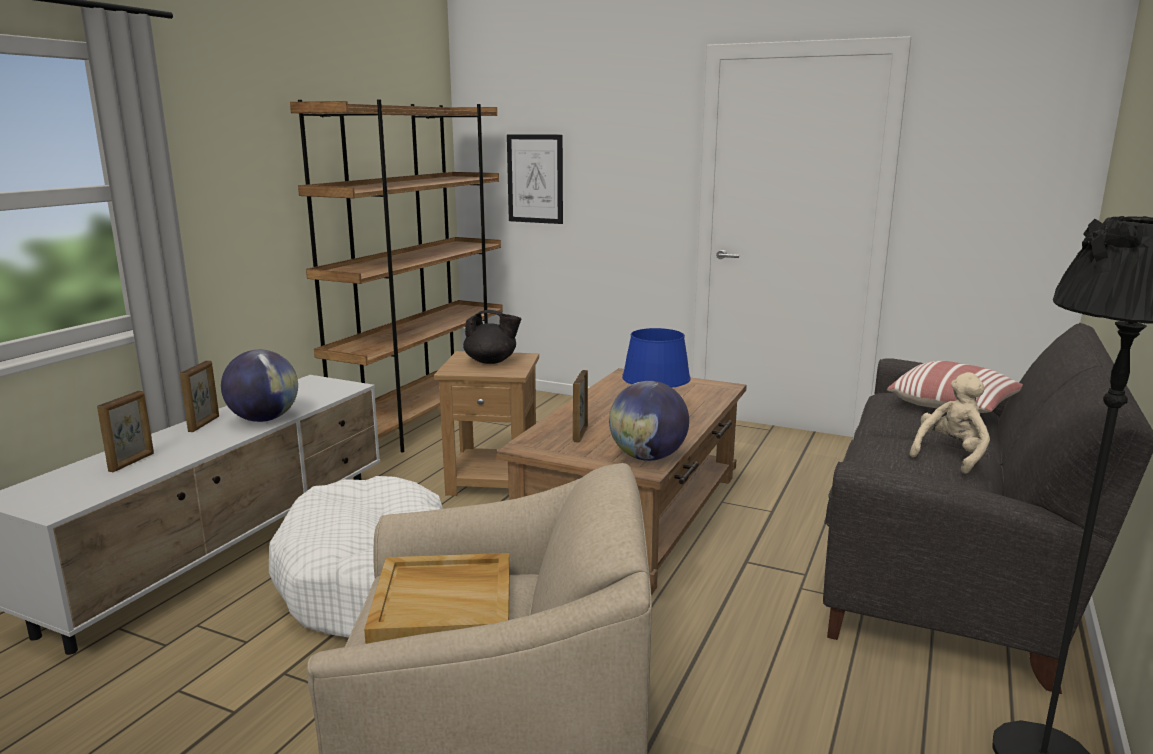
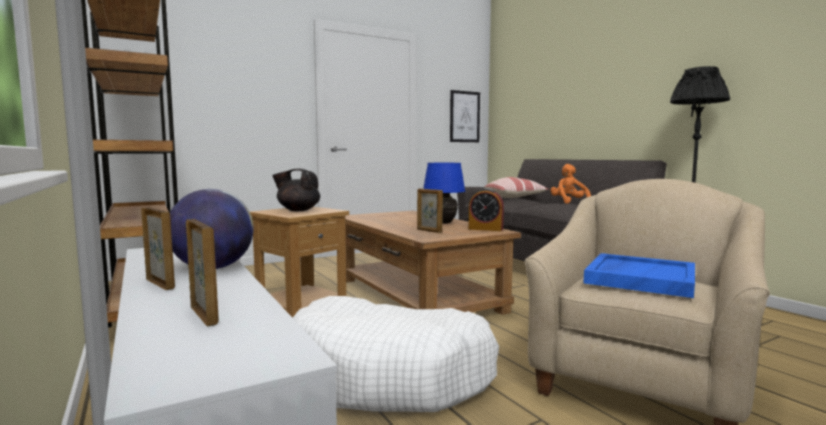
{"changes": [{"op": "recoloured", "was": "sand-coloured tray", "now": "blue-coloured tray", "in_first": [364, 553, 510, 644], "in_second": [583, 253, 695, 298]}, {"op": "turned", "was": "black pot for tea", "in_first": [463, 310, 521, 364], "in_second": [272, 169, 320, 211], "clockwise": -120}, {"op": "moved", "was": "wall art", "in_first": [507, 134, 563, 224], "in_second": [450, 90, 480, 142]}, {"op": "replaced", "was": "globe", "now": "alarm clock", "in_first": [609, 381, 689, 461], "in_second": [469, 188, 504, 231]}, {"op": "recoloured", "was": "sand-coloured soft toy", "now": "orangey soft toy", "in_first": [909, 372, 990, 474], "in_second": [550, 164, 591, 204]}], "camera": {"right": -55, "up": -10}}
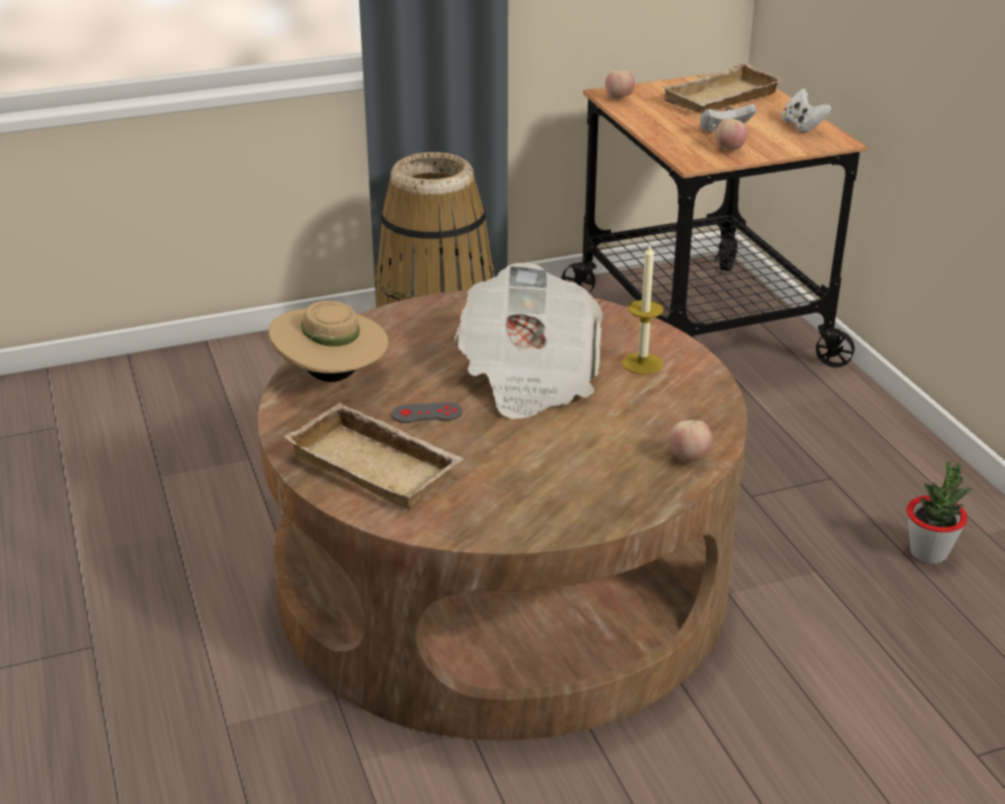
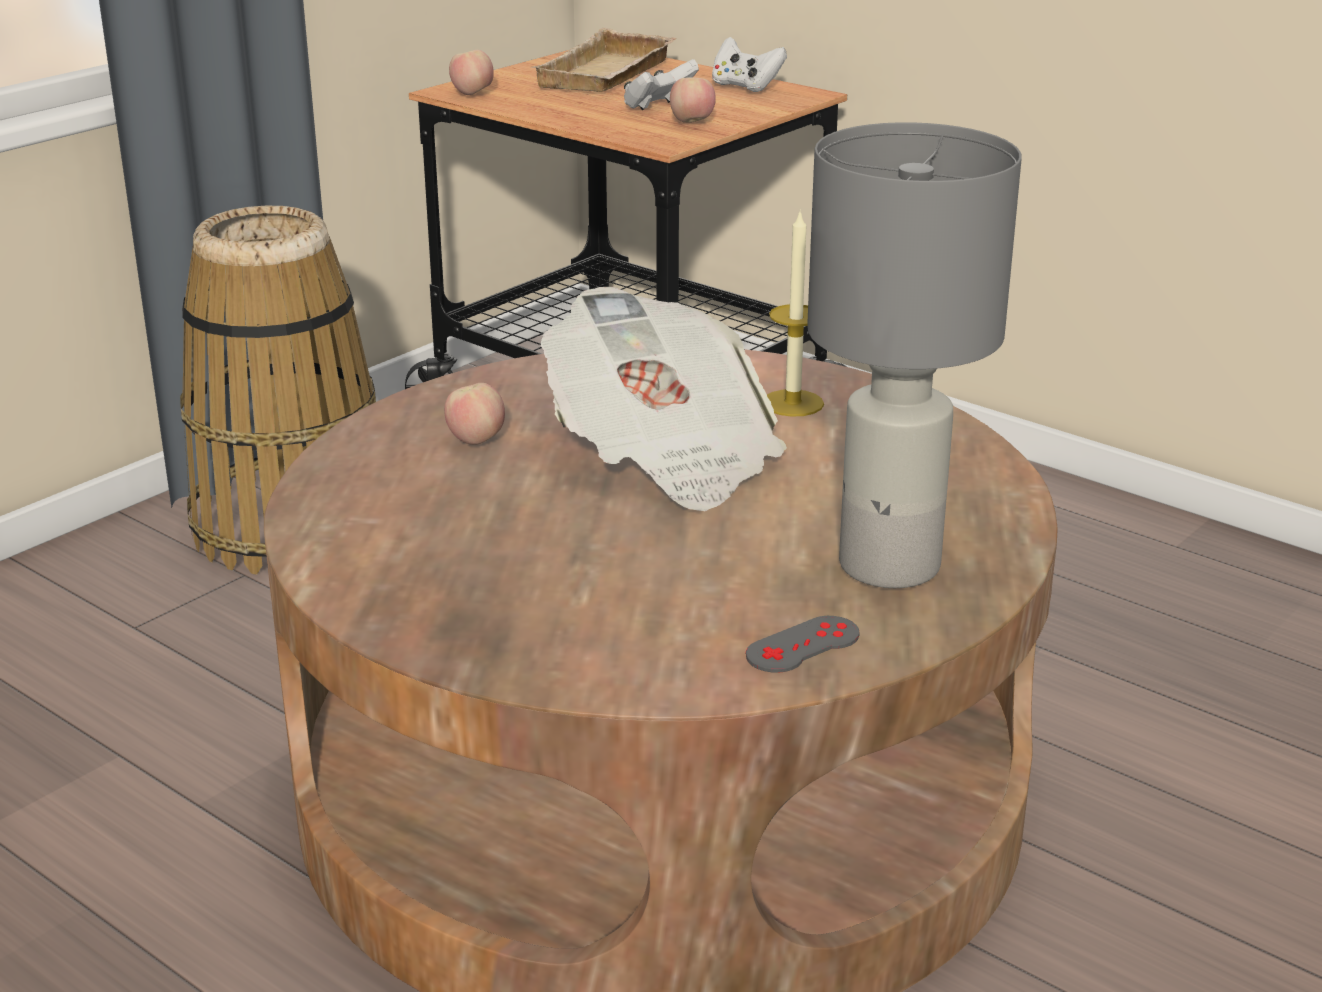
{"changes": [{"op": "removed", "was": "sand-coloured wearable hat", "in_first": [269, 301, 389, 382]}, {"op": "removed", "was": "sand-coloured tray", "in_first": [284, 403, 464, 510]}, {"op": "moved", "was": "gray game controller", "in_first": [392, 402, 462, 423], "in_second": [746, 616, 860, 673]}, {"op": "moved", "was": "whole apple", "in_first": [669, 420, 712, 462], "in_second": [444, 383, 505, 445]}, {"op": "removed", "was": "plant in a pot", "in_first": [907, 462, 972, 564]}, {"op": "added", "now": "gray lamp for a table", "in_second": [807, 122, 1022, 588]}], "camera": {"right": -30, "up": -5}}
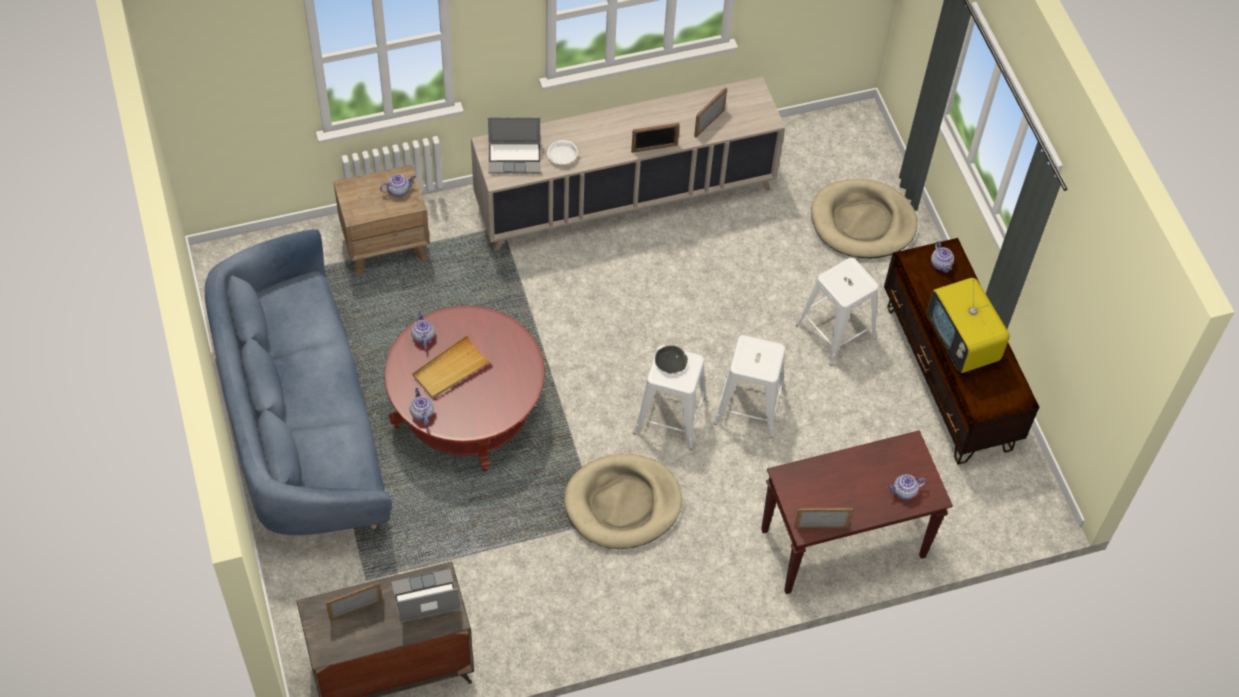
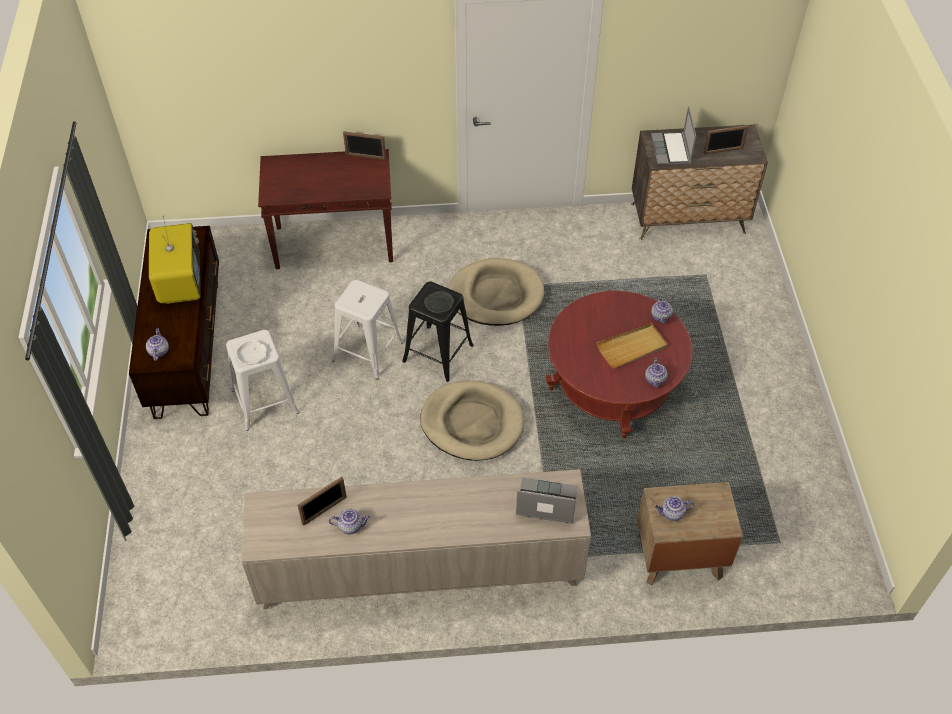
{"changes": [{"op": "removed", "was": "blue-coloured settee", "in_first": [205, 229, 392, 535]}, {"op": "turned", "was": "portable computer", "in_first": [391, 569, 460, 623], "in_second": [651, 106, 696, 165], "clockwise": 90}, {"op": "moved", "was": "white-coloured deep dish", "in_first": [546, 140, 578, 165], "in_second": [236, 340, 267, 365]}, {"op": "removed", "was": "standing frame", "in_first": [631, 123, 680, 153]}, {"op": "recoloured", "was": "white-coloured stool", "now": "black stool", "in_first": [633, 345, 708, 449], "in_second": [402, 282, 474, 382]}, {"op": "moved", "was": "sand-coloured pet bed", "in_first": [811, 179, 917, 259], "in_second": [420, 380, 524, 461]}, {"op": "moved", "was": "pot for tea", "in_first": [888, 474, 926, 500], "in_second": [329, 509, 370, 534]}], "camera": {"right": -165, "up": -5}}
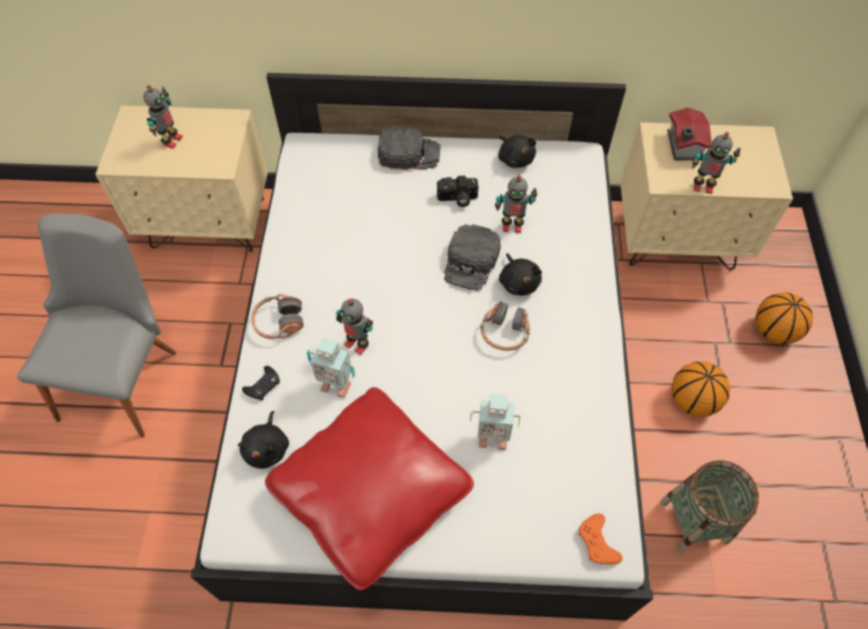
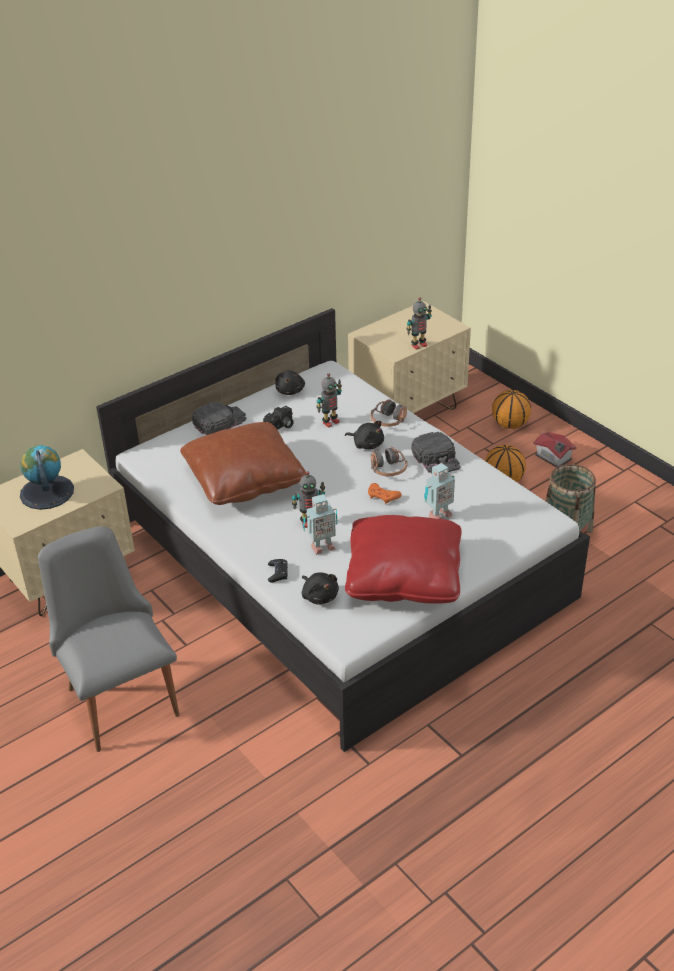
{"changes": [{"op": "replaced", "was": "toy robot", "now": "globe", "in_first": [143, 85, 183, 149], "in_second": [20, 445, 74, 510]}, {"op": "moved", "was": "pair of headphones", "in_first": [251, 294, 304, 339], "in_second": [370, 399, 407, 427]}, {"op": "moved", "was": "black cap", "in_first": [444, 224, 501, 291], "in_second": [412, 432, 460, 474]}, {"op": "turned", "was": "black soft toy", "in_first": [498, 135, 536, 168], "in_second": [275, 370, 305, 395], "clockwise": 75}, {"op": "moved", "was": "orangey game controller", "in_first": [579, 513, 623, 564], "in_second": [368, 483, 402, 504]}, {"op": "moved", "was": "model house", "in_first": [667, 107, 712, 160], "in_second": [533, 432, 577, 468]}, {"op": "added", "now": "brown-coloured throw pillow", "in_second": [180, 422, 306, 505]}], "camera": {"right": -40, "up": -20}}
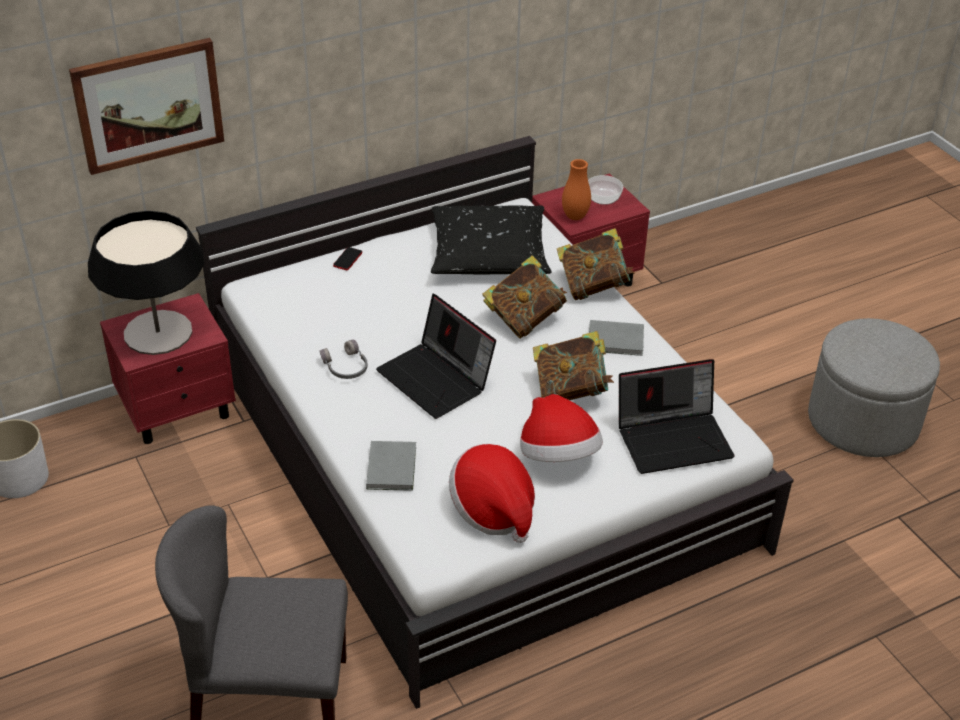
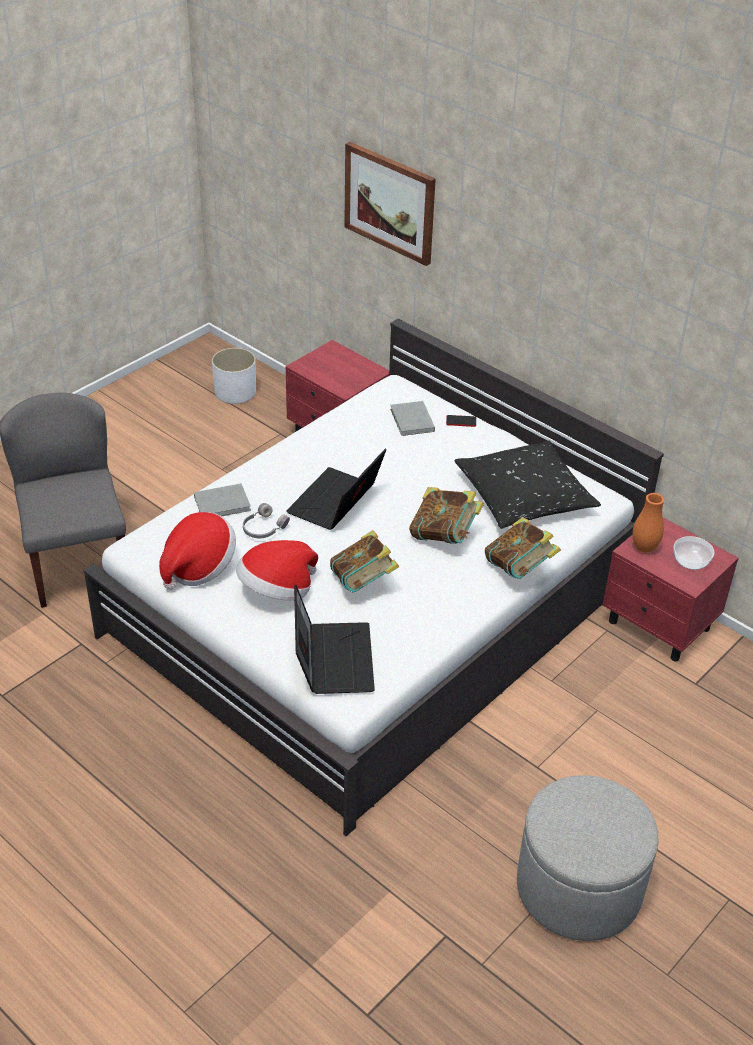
{"changes": [{"op": "removed", "was": "lamp for a table", "in_first": [88, 211, 204, 355]}, {"op": "moved", "was": "gray pair of headphones", "in_first": [319, 340, 367, 379], "in_second": [243, 503, 290, 538]}, {"op": "moved", "was": "gray bound book", "in_first": [589, 320, 644, 356], "in_second": [390, 401, 435, 436]}, {"op": "turned", "was": "portable computer", "in_first": [619, 359, 734, 474], "in_second": [294, 584, 375, 694], "clockwise": -150}], "camera": {"right": 70, "up": 0}}
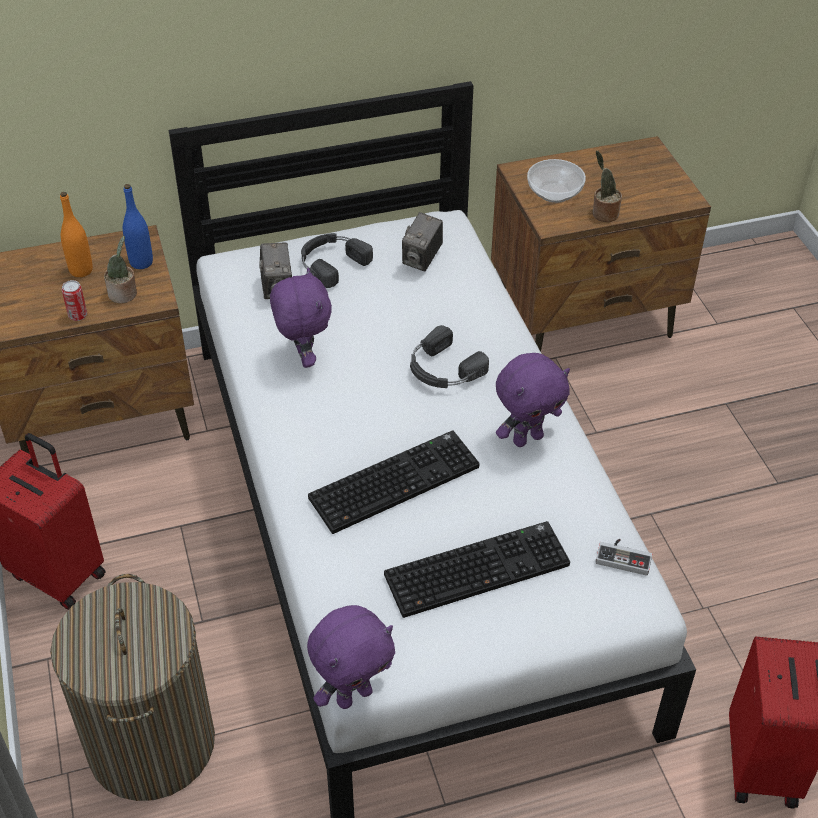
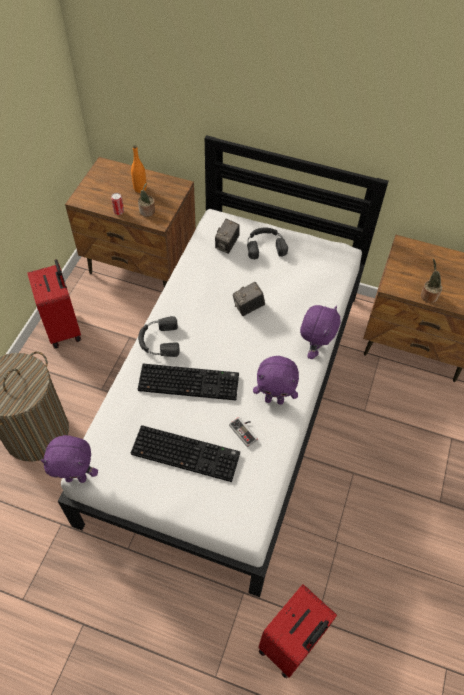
{"changes": [{"op": "removed", "was": "blue-coloured drink bottle", "in_first": [123, 184, 153, 269]}, {"op": "moved", "was": "purple soft toy", "in_first": [270, 268, 332, 368], "in_second": [300, 305, 340, 359]}, {"op": "moved", "was": "still camera", "in_first": [402, 212, 443, 271], "in_second": [233, 282, 265, 316]}, {"op": "moved", "was": "black pair of headphones", "in_first": [410, 325, 489, 388], "in_second": [138, 316, 180, 357]}, {"op": "removed", "was": "deep dish", "in_first": [527, 159, 586, 203]}, {"op": "moved", "was": "game controller", "in_first": [596, 539, 652, 576], "in_second": [229, 417, 258, 447]}], "camera": {"right": 35, "up": 10}}
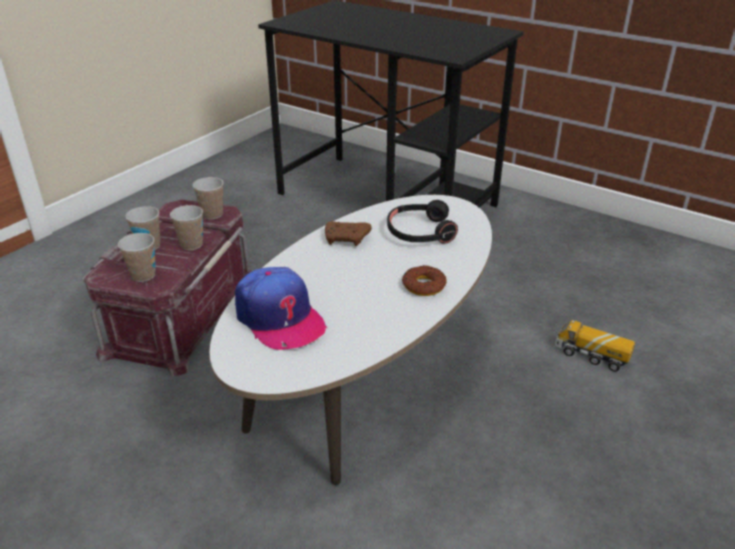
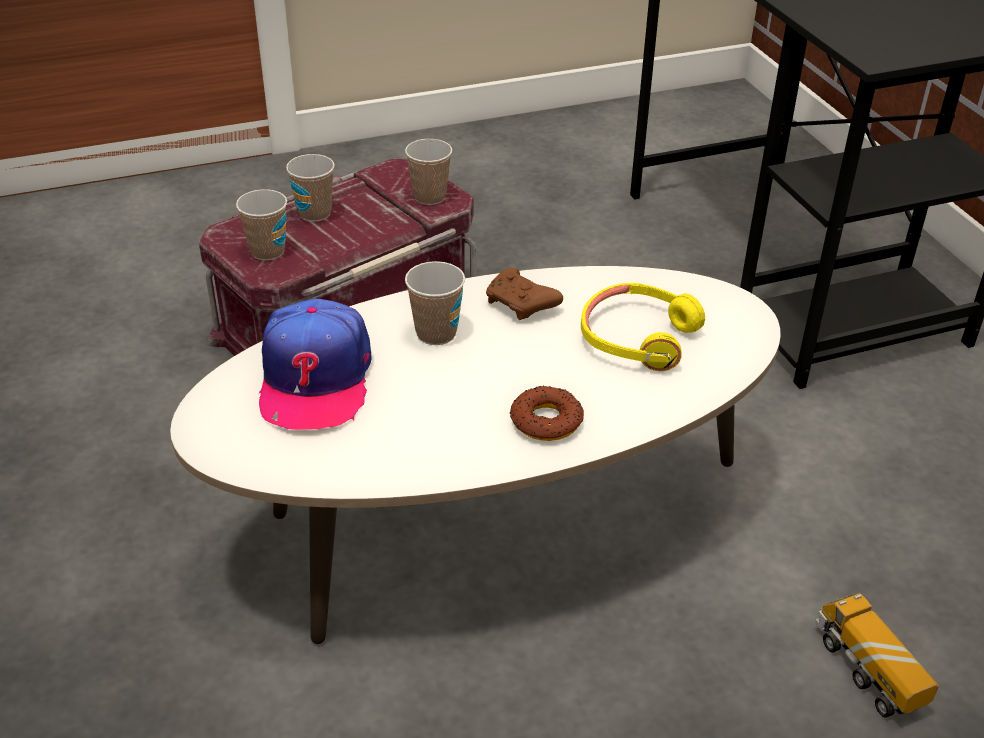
{"changes": [{"op": "moved", "was": "drinking cup", "in_first": [170, 205, 203, 250], "in_second": [405, 261, 465, 345]}, {"op": "recoloured", "was": "black pair of headphones", "now": "yellow-coloured pair of headphones", "in_first": [387, 200, 458, 244], "in_second": [581, 283, 705, 371]}], "camera": {"right": 35, "up": 5}}
